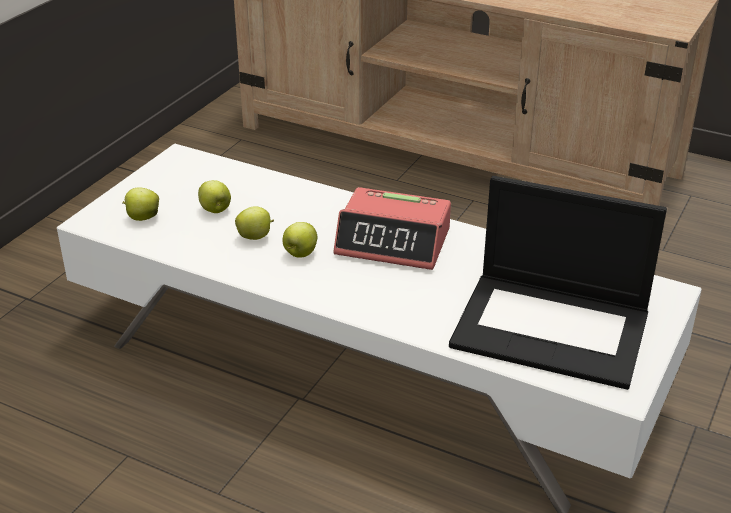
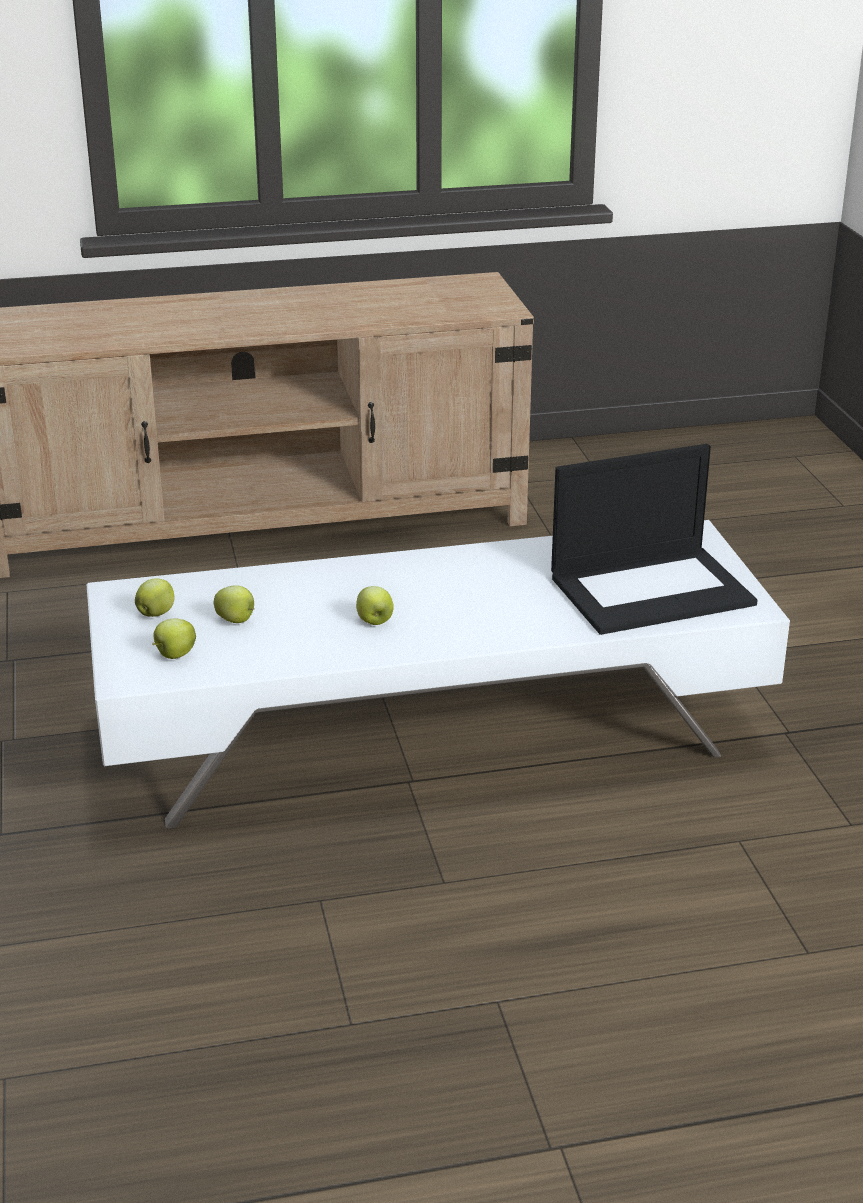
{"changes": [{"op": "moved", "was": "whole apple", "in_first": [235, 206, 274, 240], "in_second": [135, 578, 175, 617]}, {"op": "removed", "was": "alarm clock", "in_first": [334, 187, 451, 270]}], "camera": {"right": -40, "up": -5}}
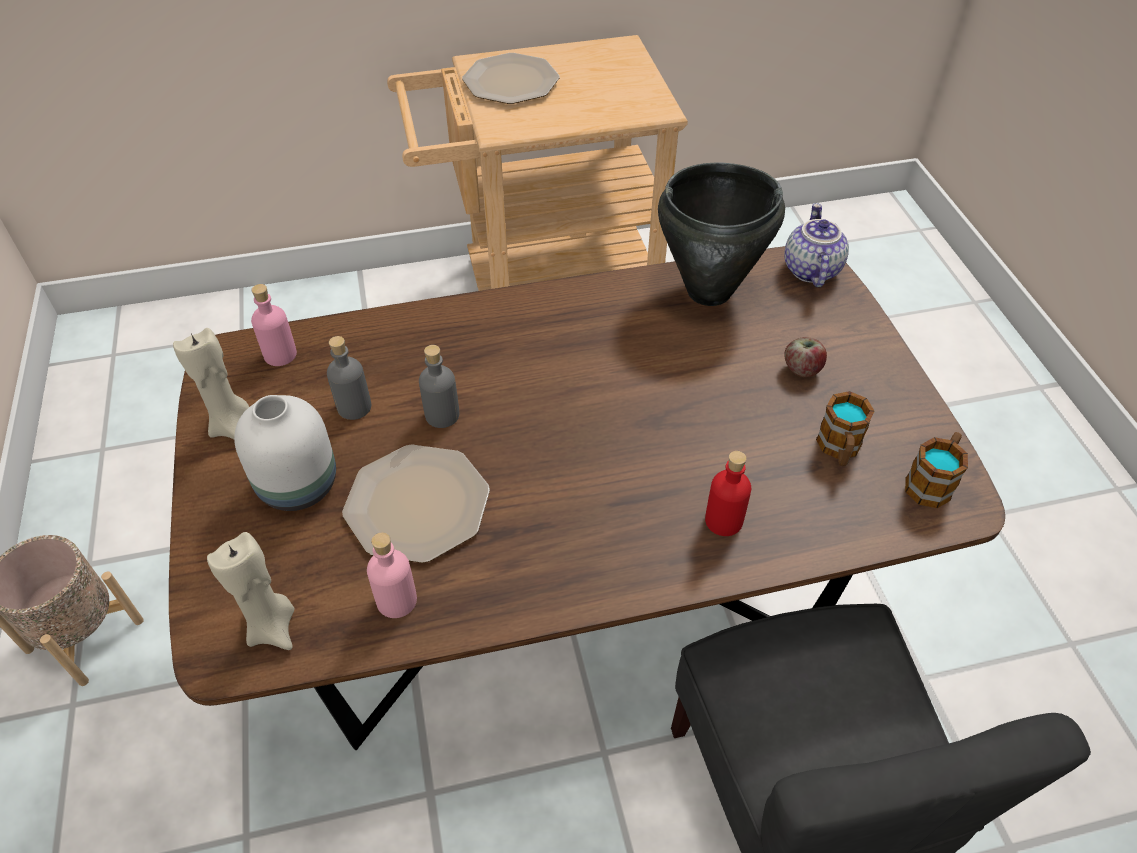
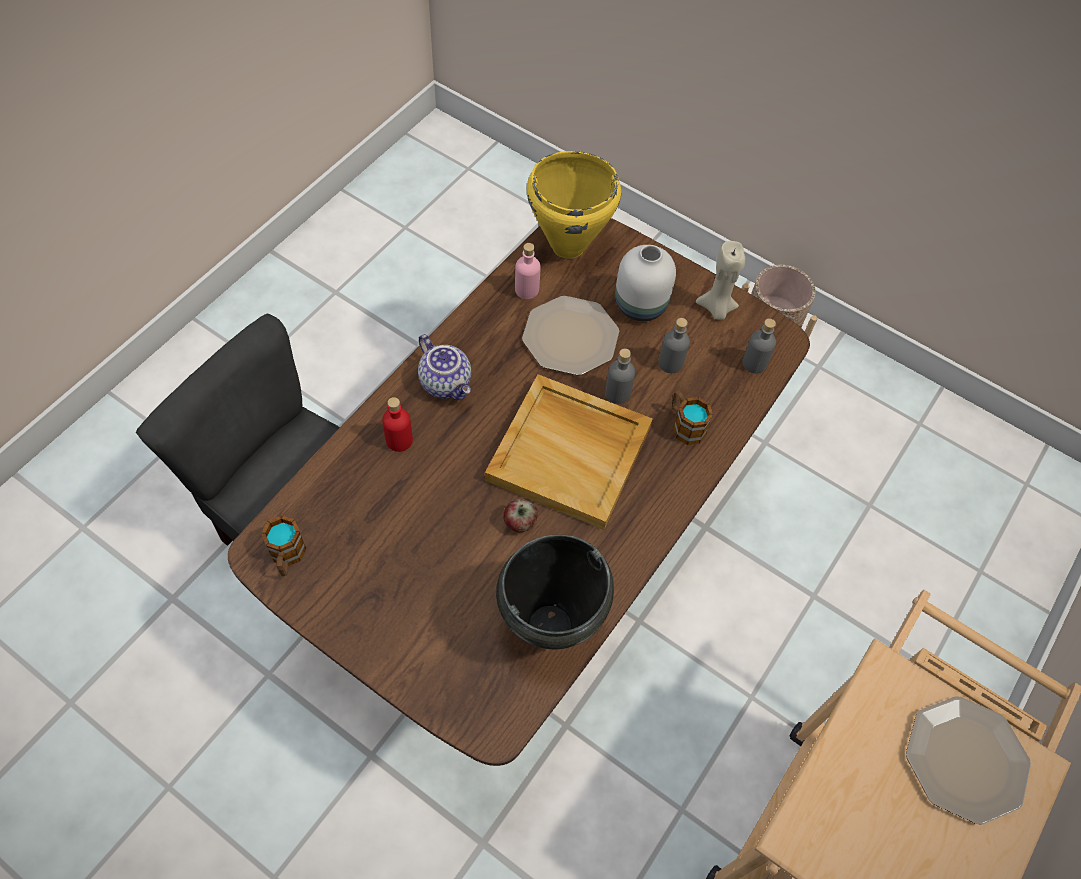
{"changes": [{"op": "replaced", "was": "sand-coloured wax candle", "now": "yellow-coloured saucepot", "in_first": [207, 532, 295, 650], "in_second": [527, 151, 621, 259]}, {"op": "recoloured", "was": "pink drink bottle", "now": "gray drink bottle", "in_first": [251, 284, 297, 366], "in_second": [742, 318, 776, 374]}, {"op": "moved", "was": "pot for tea", "in_first": [784, 203, 849, 287], "in_second": [418, 334, 471, 400]}, {"op": "moved", "was": "whole apple", "in_first": [784, 337, 827, 377], "in_second": [503, 499, 538, 532]}, {"op": "moved", "was": "coffee mug", "in_first": [816, 391, 875, 466], "in_second": [672, 390, 713, 445]}, {"op": "added", "now": "sand-coloured tray", "in_second": [485, 374, 652, 530]}], "camera": {"right": 135, "up": 10}}
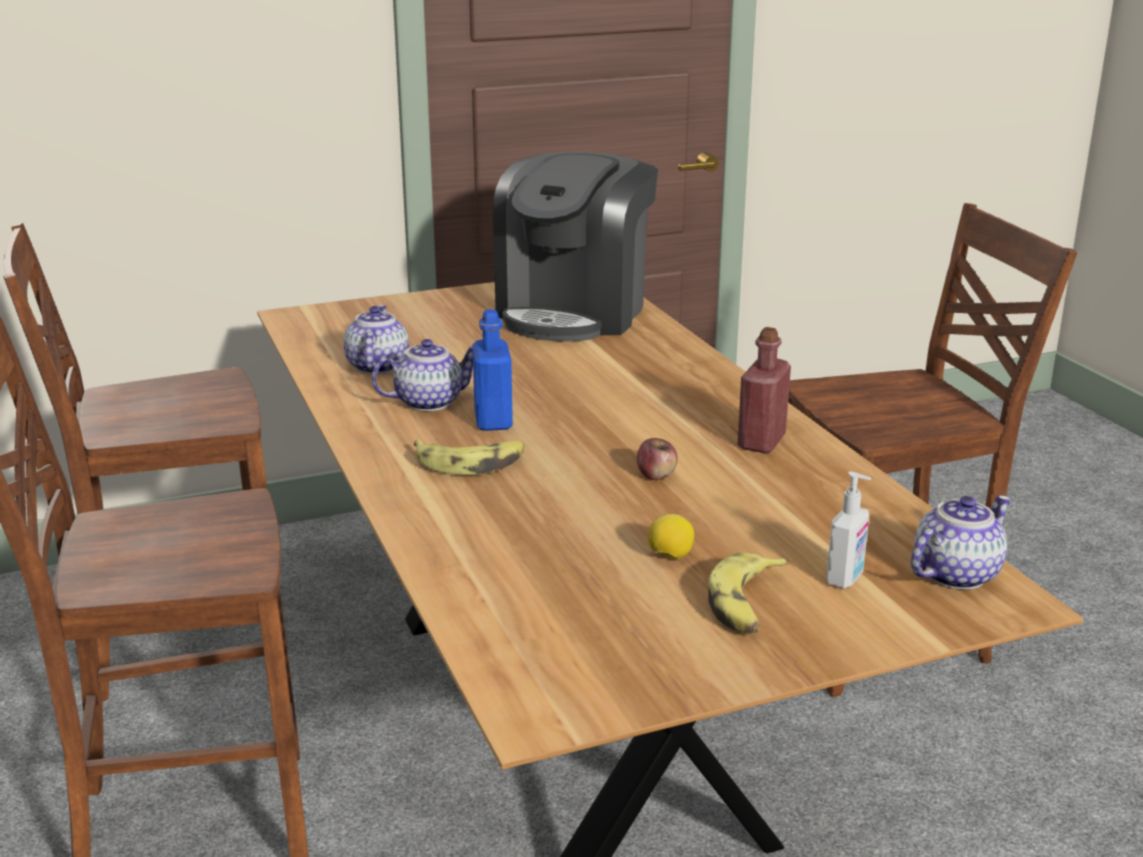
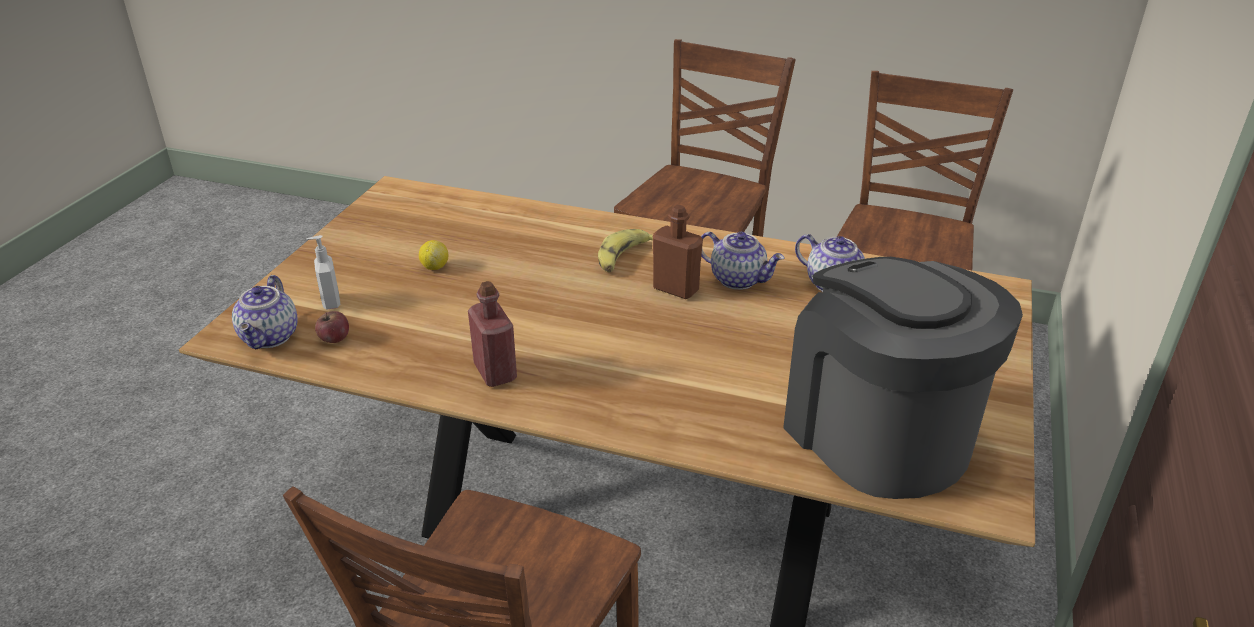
{"changes": [{"op": "turned", "was": "pot for tea", "in_first": [372, 339, 473, 411], "in_second": [701, 232, 785, 290], "clockwise": -75}, {"op": "recoloured", "was": "blue-coloured drink bottle", "now": "brown-coloured drink bottle", "in_first": [472, 309, 513, 431], "in_second": [653, 204, 703, 299]}, {"op": "moved", "was": "whole apple", "in_first": [637, 438, 678, 480], "in_second": [315, 311, 349, 343]}, {"op": "removed", "was": "banana", "in_first": [708, 553, 788, 634]}], "camera": {"right": 130, "up": 10}}
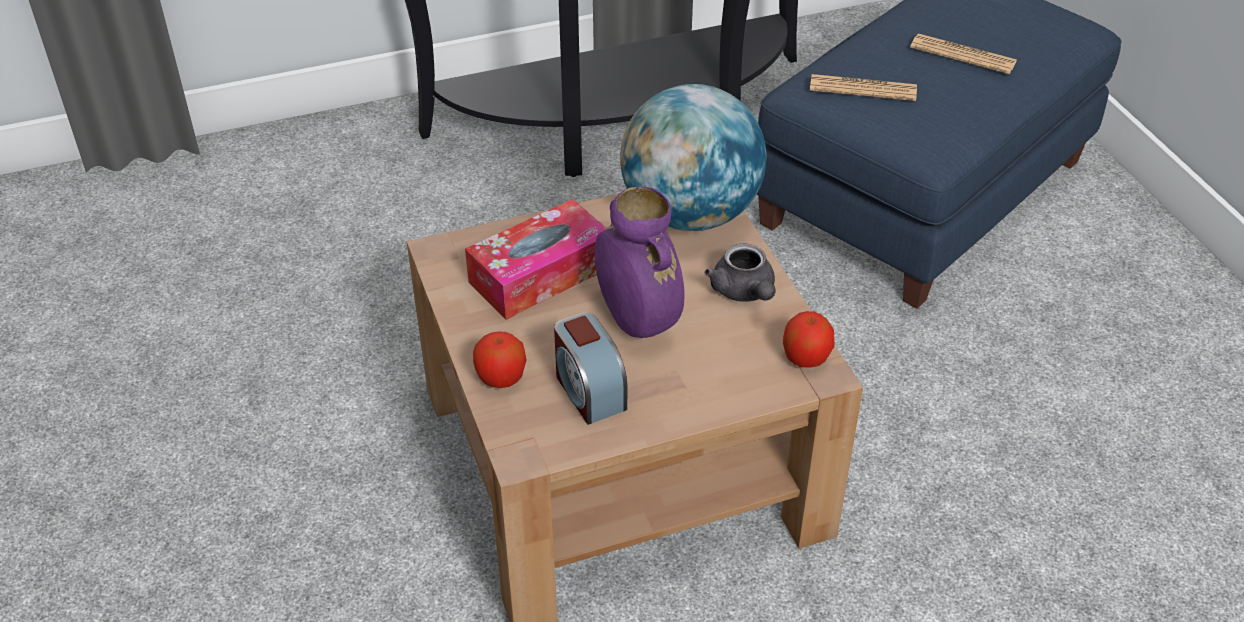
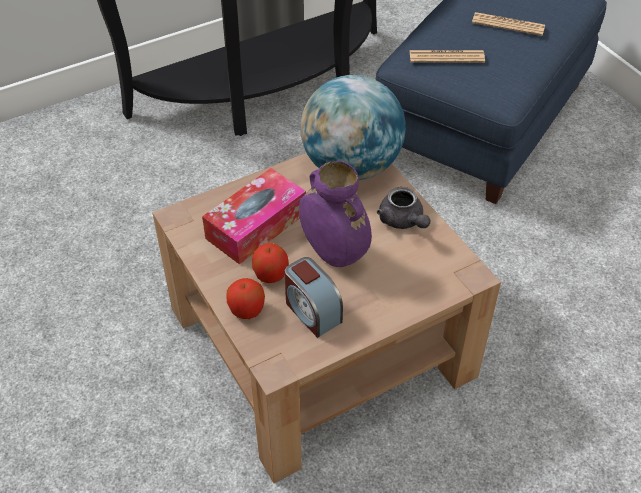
{"changes": [{"op": "moved", "was": "whole apple", "in_first": [783, 311, 835, 368], "in_second": [252, 243, 289, 283]}], "camera": {"right": -10, "up": 5}}
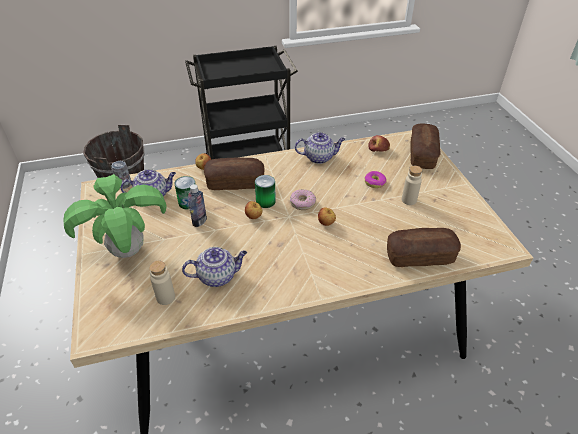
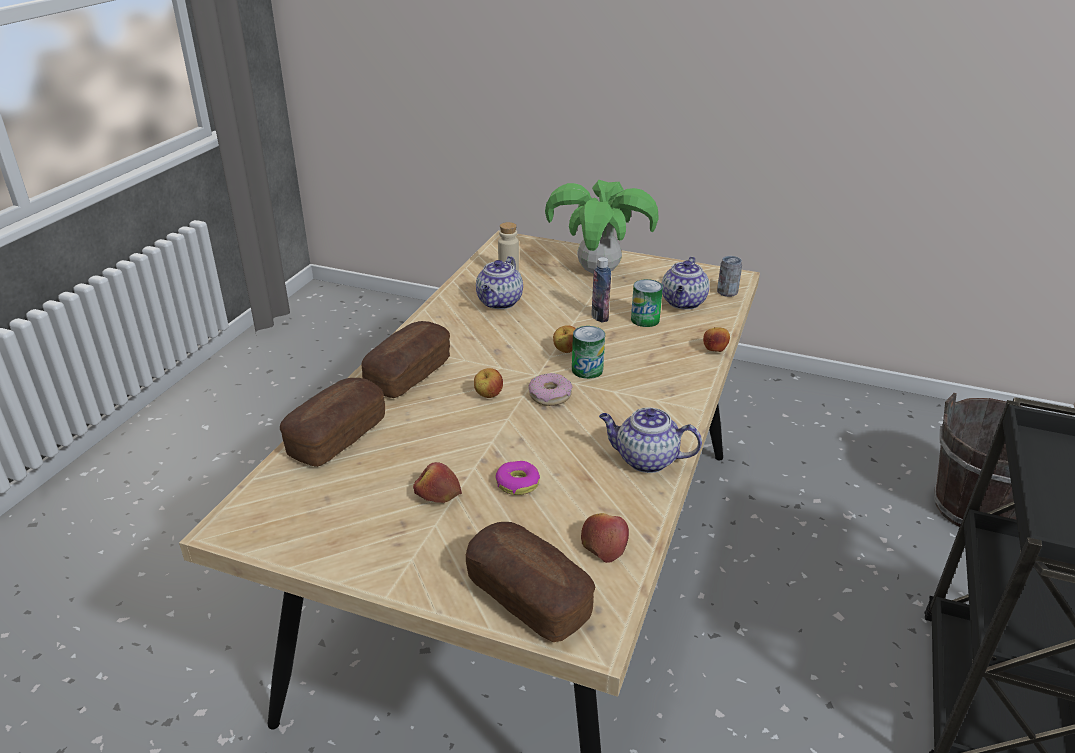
{"changes": [{"op": "moved", "was": "baked bread", "in_first": [204, 158, 264, 190], "in_second": [362, 321, 450, 398]}, {"op": "turned", "was": "pot for tea", "in_first": [295, 132, 345, 164], "in_second": [599, 407, 702, 473], "clockwise": 75}, {"op": "replaced", "was": "sand-coloured drink bottle", "now": "whole apple", "in_first": [402, 166, 423, 205], "in_second": [413, 462, 462, 503]}], "camera": {"right": 125, "up": -10}}
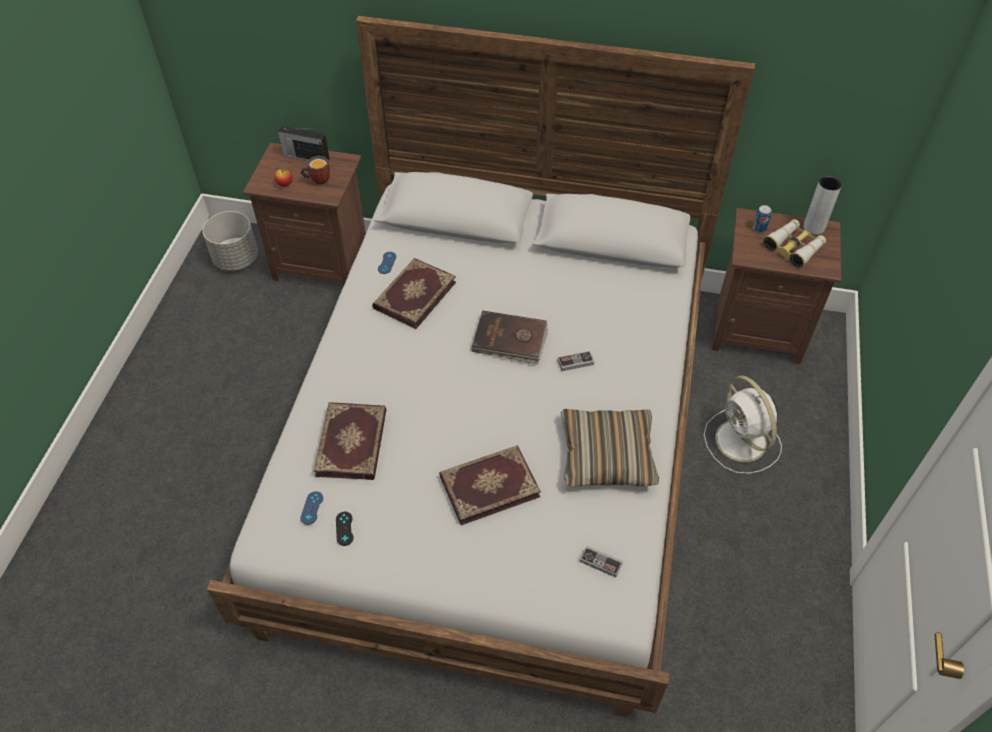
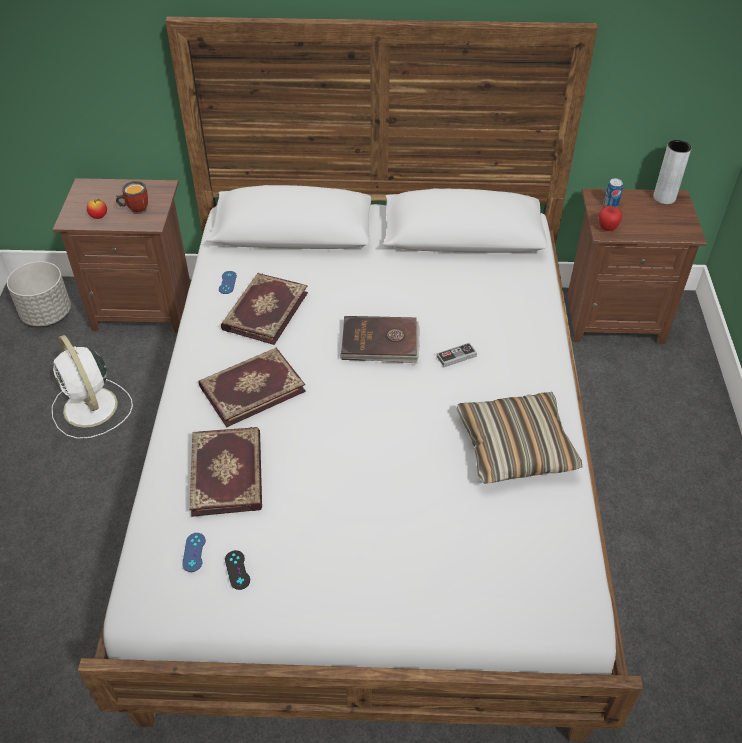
{"changes": [{"op": "removed", "was": "radio", "in_first": [278, 126, 330, 161]}, {"op": "moved", "was": "bound book", "in_first": [439, 445, 541, 525], "in_second": [199, 348, 306, 427]}, {"op": "removed", "was": "game controller", "in_first": [580, 546, 623, 577]}, {"op": "moved", "was": "white-coloured cooling fan", "in_first": [704, 376, 782, 474], "in_second": [52, 335, 133, 439]}, {"op": "removed", "was": "pair of binoculars", "in_first": [763, 219, 826, 268]}, {"op": "added", "now": "whole apple", "in_second": [599, 206, 622, 231]}], "camera": {"right": -10, "up": -5}}
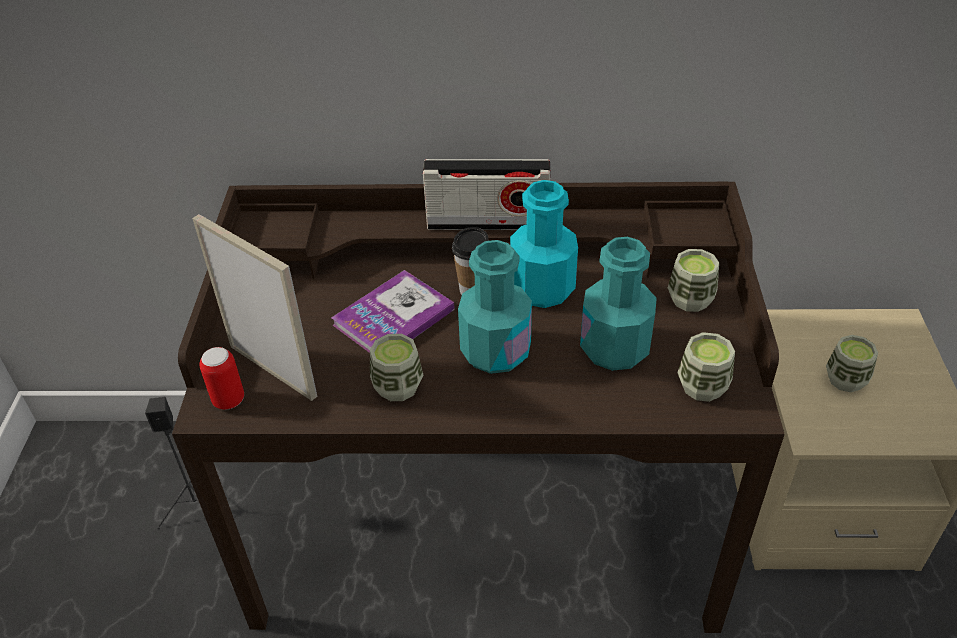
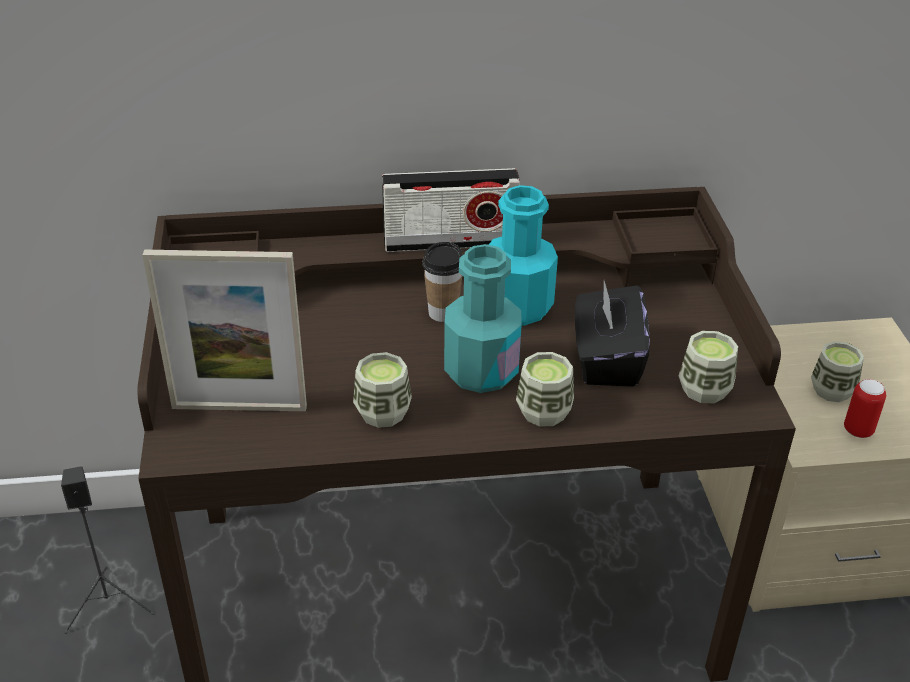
{"changes": [{"op": "turned", "was": "standing frame", "in_first": [192, 214, 317, 401], "in_second": [142, 250, 307, 411], "clockwise": 150}, {"op": "moved", "was": "can", "in_first": [199, 347, 244, 410], "in_second": [844, 379, 886, 438]}, {"op": "removed", "was": "bound book", "in_first": [332, 270, 455, 353]}, {"op": "replaced", "was": "blue-green drink bottle", "now": "black tissue holder", "in_first": [580, 237, 657, 371], "in_second": [575, 281, 650, 387]}, {"op": "moved", "was": "drinking cup", "in_first": [668, 249, 719, 312], "in_second": [516, 352, 574, 427]}], "camera": {"right": -10, "up": -5}}
